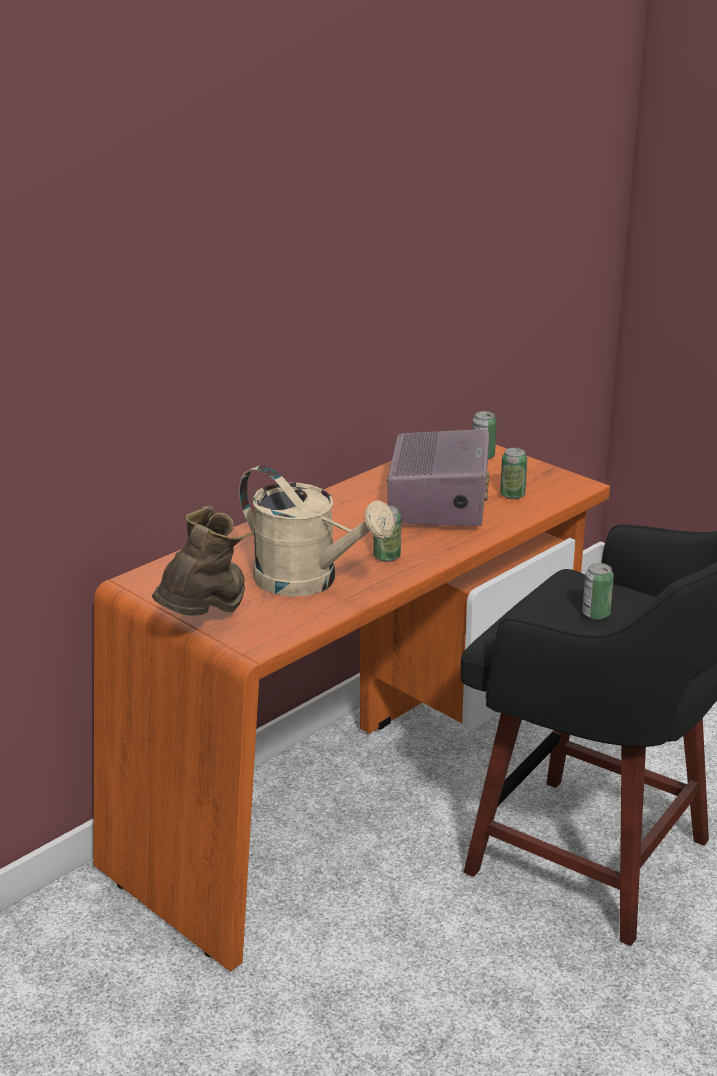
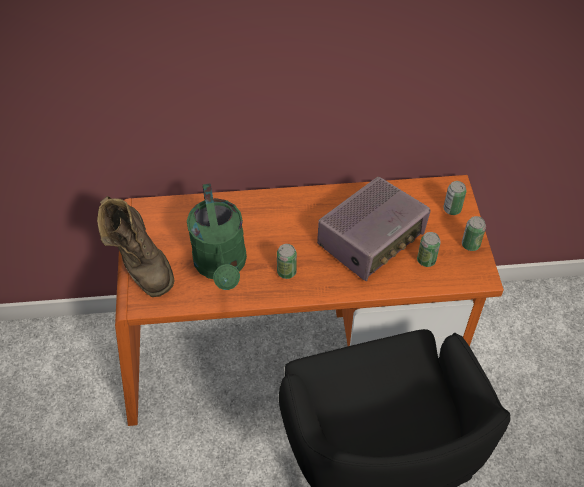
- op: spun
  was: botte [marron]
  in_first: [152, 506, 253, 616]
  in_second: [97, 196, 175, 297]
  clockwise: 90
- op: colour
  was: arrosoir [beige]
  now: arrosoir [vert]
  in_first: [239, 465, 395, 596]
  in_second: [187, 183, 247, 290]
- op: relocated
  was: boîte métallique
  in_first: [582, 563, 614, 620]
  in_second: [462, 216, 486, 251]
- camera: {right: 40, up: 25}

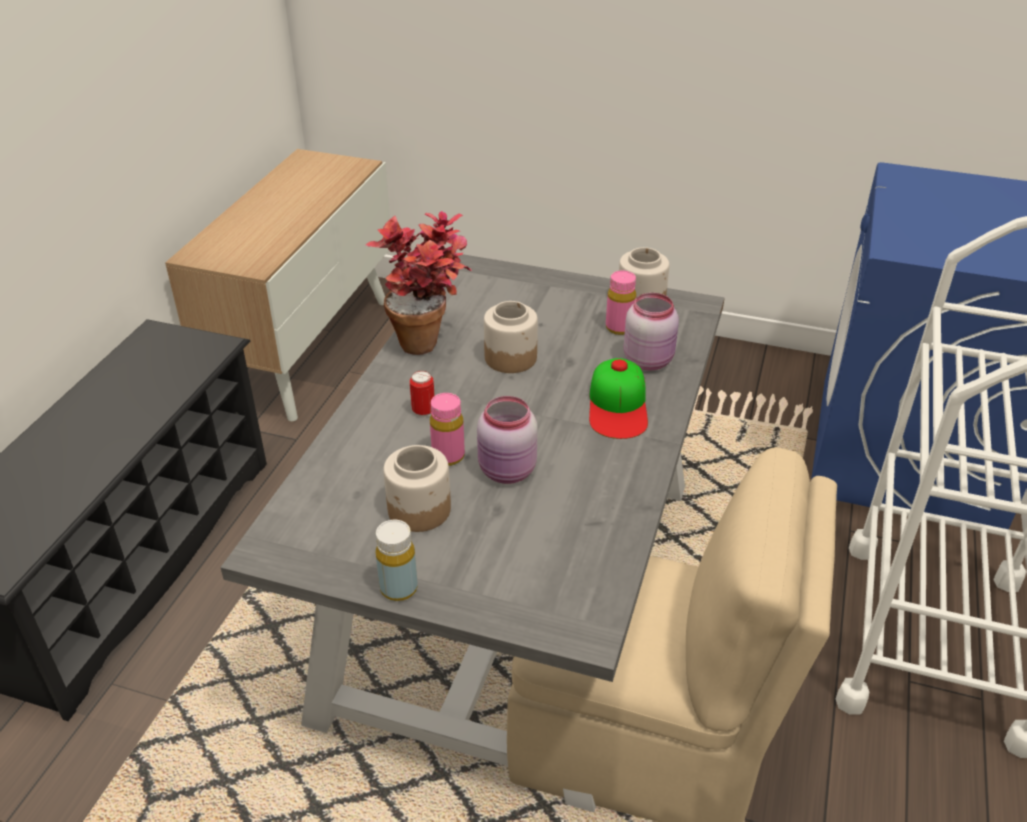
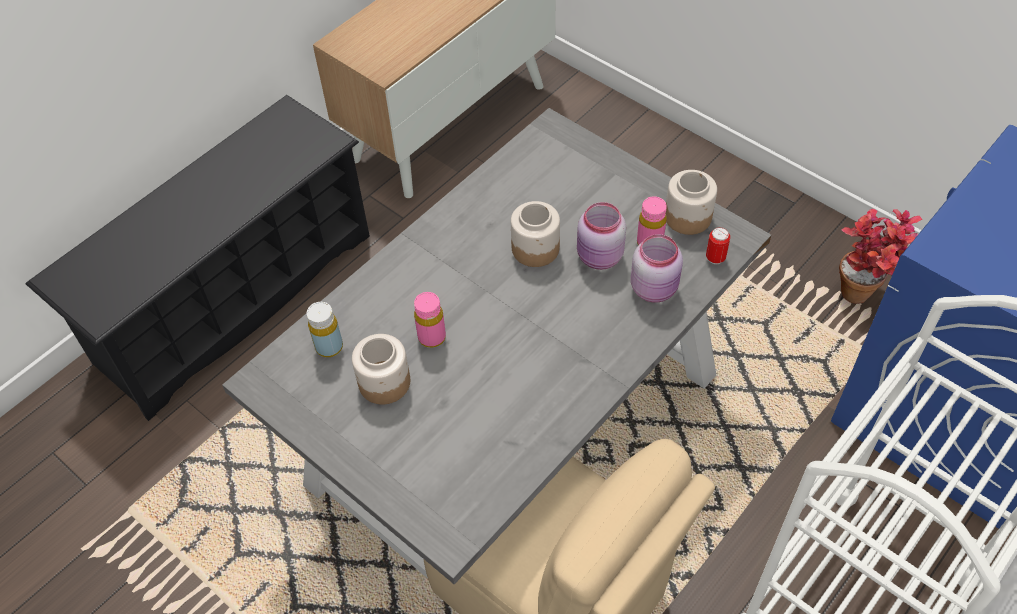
- op: relocated
  was: bouteille [jaune]
  in_first: [376, 520, 418, 601]
  in_second: [307, 302, 343, 357]
- op: relocated
  was: bocal [rose]
  in_first: [477, 396, 537, 484]
  in_second: [577, 202, 626, 270]
- op: relocated
  was: boîte métallique
  in_first: [410, 371, 435, 417]
  in_second: [706, 227, 730, 264]
- op: relocated
  was: plante en pot
  in_first: [366, 211, 472, 355]
  in_second: [839, 209, 922, 304]
- op: missing
  was: casquette
  in_first: [589, 358, 648, 439]
- camera: {right: 25, up: 15}

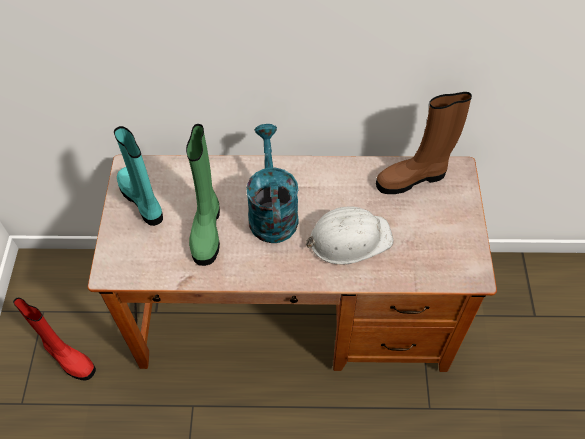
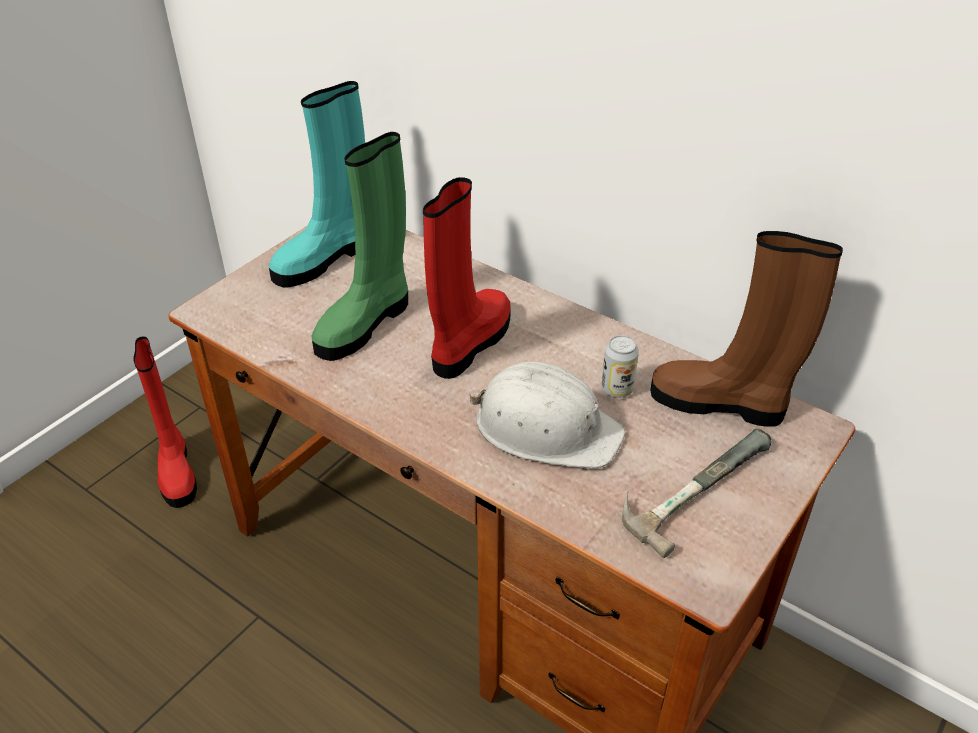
- op: spun
  was: botte [turquoise]
  in_first: [114, 126, 163, 226]
  in_second: [269, 81, 365, 288]
  clockwise: -135
- op: exchanged
  was: arrosoir [turquoise]
  now: botte [rouge]
  in_first: [246, 124, 299, 243]
  in_second: [423, 177, 511, 379]
- op: appeared
  now: boîte métallique
  in_second: [601, 335, 639, 398]
- op: appeared
  now: marteau
  in_second: [622, 429, 771, 558]
- camera: {right: 35, up: -15}

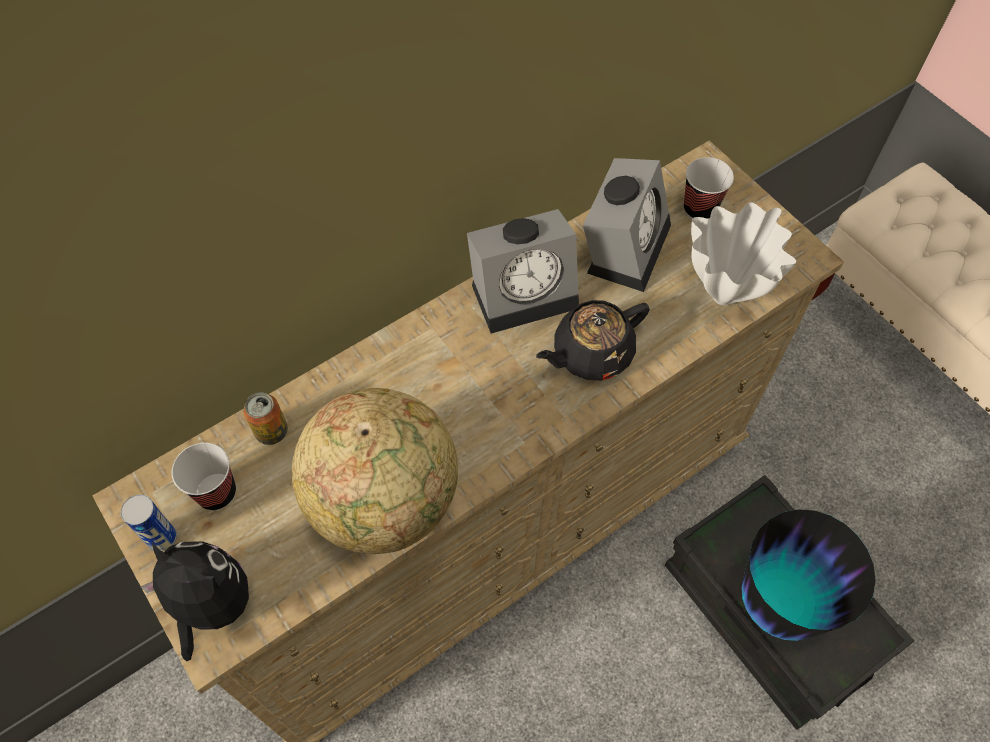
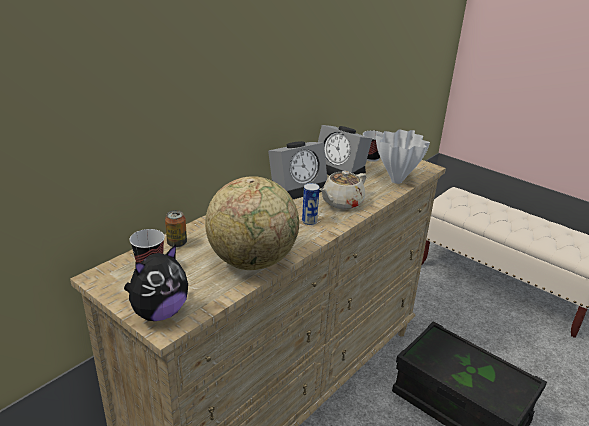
- op: spun
  was: peluche
  in_first: [140, 541, 249, 661]
  in_second: [124, 244, 188, 321]
  clockwise: 120
- op: relocated
  was: boîte métallique
  in_first: [121, 495, 177, 552]
  in_second: [302, 183, 320, 225]
- op: spun
  was: réveil
  in_first: [583, 158, 671, 292]
  in_second: [318, 125, 372, 175]
  clockwise: 120
- op: colour
  was: théière [noir]
  now: théière [beige]
  in_first: [536, 300, 650, 381]
  in_second: [319, 171, 366, 209]
- op: missing
  was: vase
  in_first: [742, 509, 876, 641]
- camera: {right: -15, up: -30}

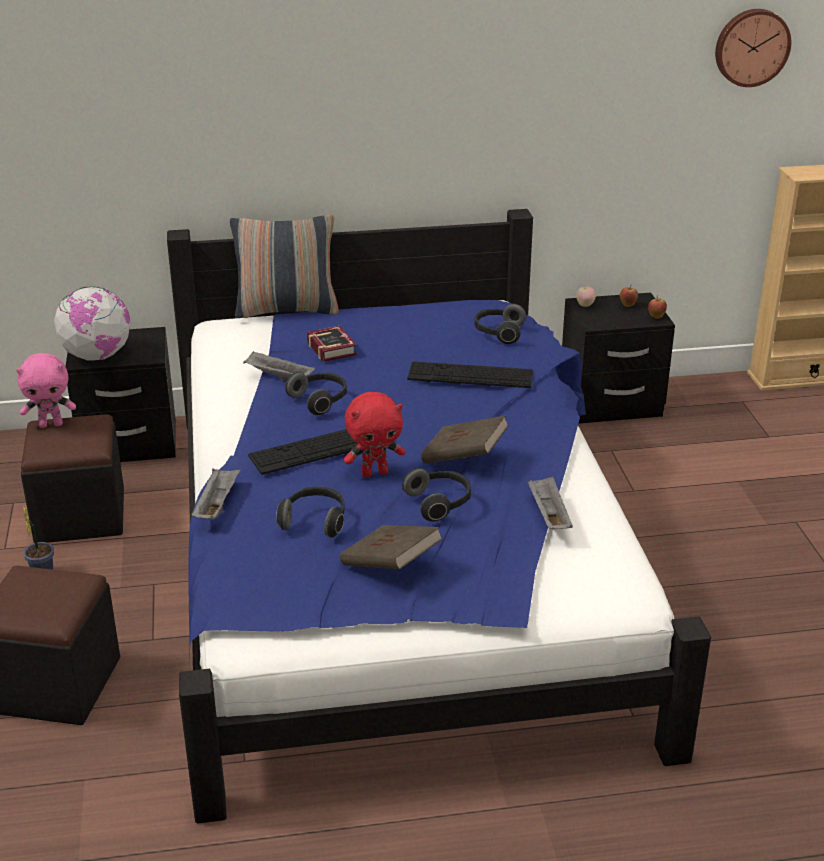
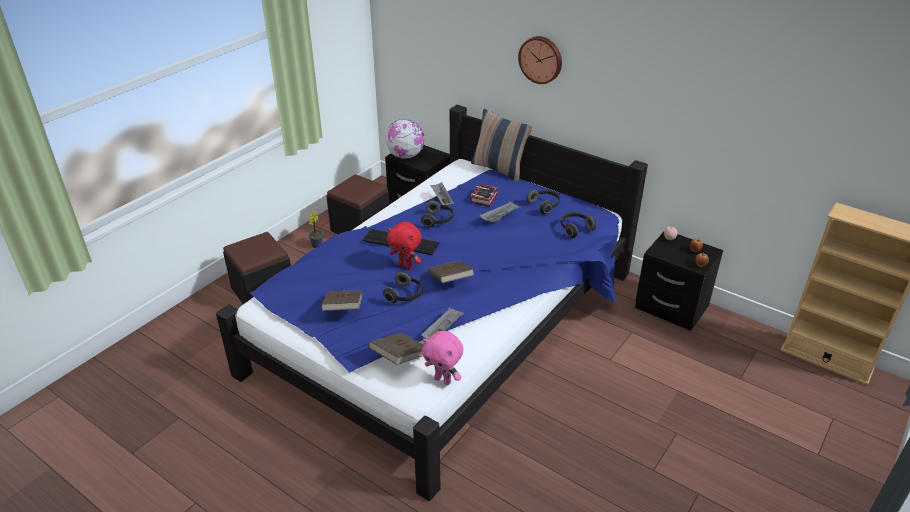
- op: appeared
  now: livre [marron]
  in_second: [368, 333, 424, 365]
- op: relocated
  was: peluche [rose]
  in_first: [16, 353, 76, 428]
  in_second: [422, 331, 463, 385]
- op: relocated
  was: plateau [gris]
  in_first: [191, 469, 240, 519]
  in_second: [480, 201, 521, 222]
- op: relocated
  was: horloge murale
  in_first: [715, 9, 791, 87]
  in_second: [518, 36, 562, 84]
- op: relocated
  was: casque audio
  in_first: [276, 487, 345, 538]
  in_second: [526, 189, 560, 214]
- op: missing
  was: clavier
  in_first: [407, 362, 533, 388]
- camera: {right: 45, up: 5}

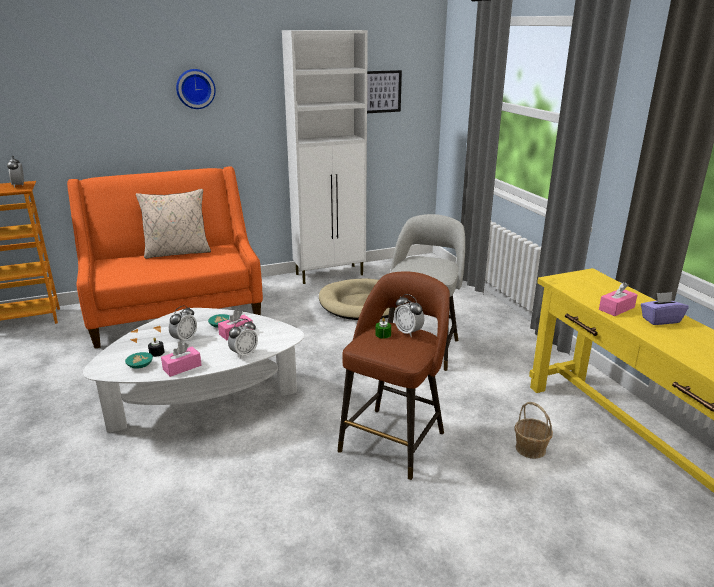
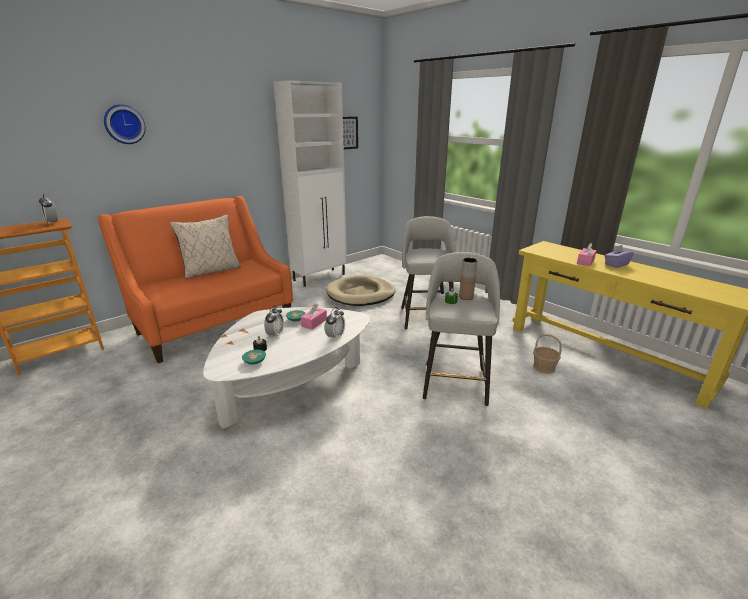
- op: relocated
  was: horloge murale
  in_first: [176, 69, 216, 109]
  in_second: [104, 104, 146, 144]
- op: colour
  was: tabouret [marron]
  now: tabouret [gris]
  in_first: [338, 271, 450, 480]
  in_second: [423, 252, 500, 406]
- op: exchanged
  was: réveil
  now: vase [marron]
  in_first: [394, 294, 424, 337]
  in_second: [459, 258, 478, 300]
- op: missing
  was: boîte à mouchoirs [rose]
  in_first: [161, 343, 201, 377]
- camera: {right: -20, up: 0}

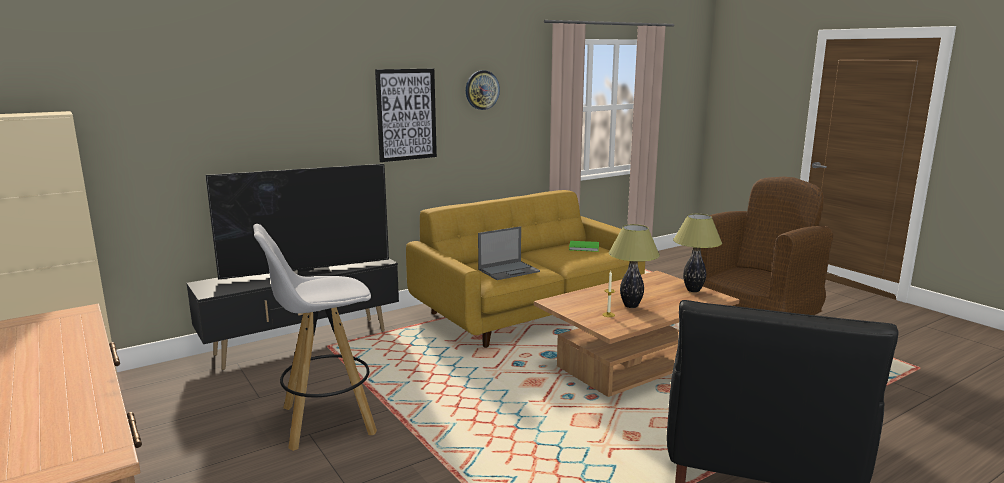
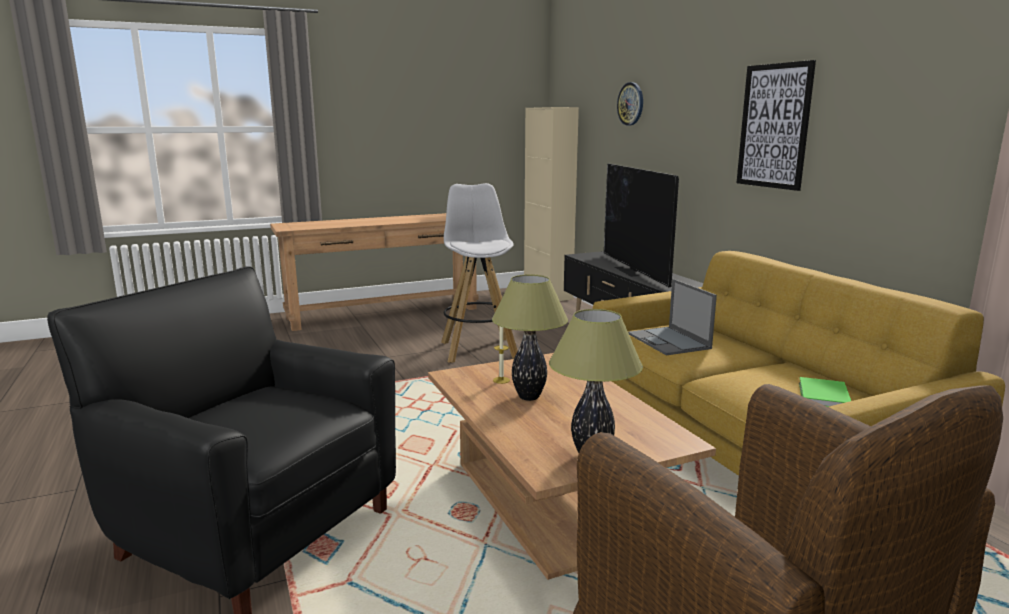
- op: relocated
  was: horloge murale
  in_first: [466, 70, 500, 110]
  in_second: [617, 82, 643, 126]
- camera: {right: 100, up: 0}

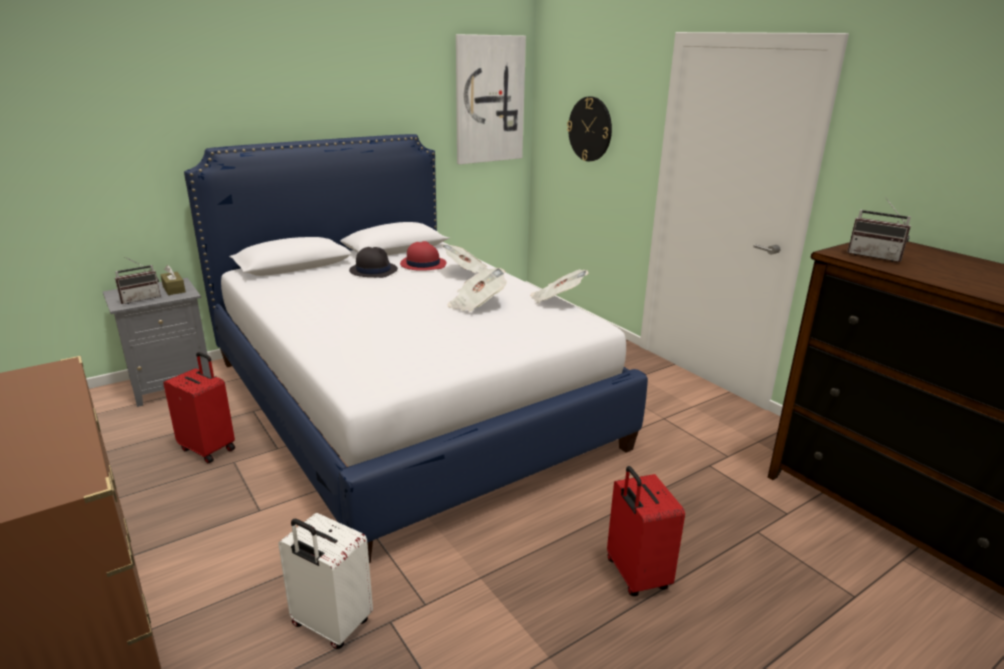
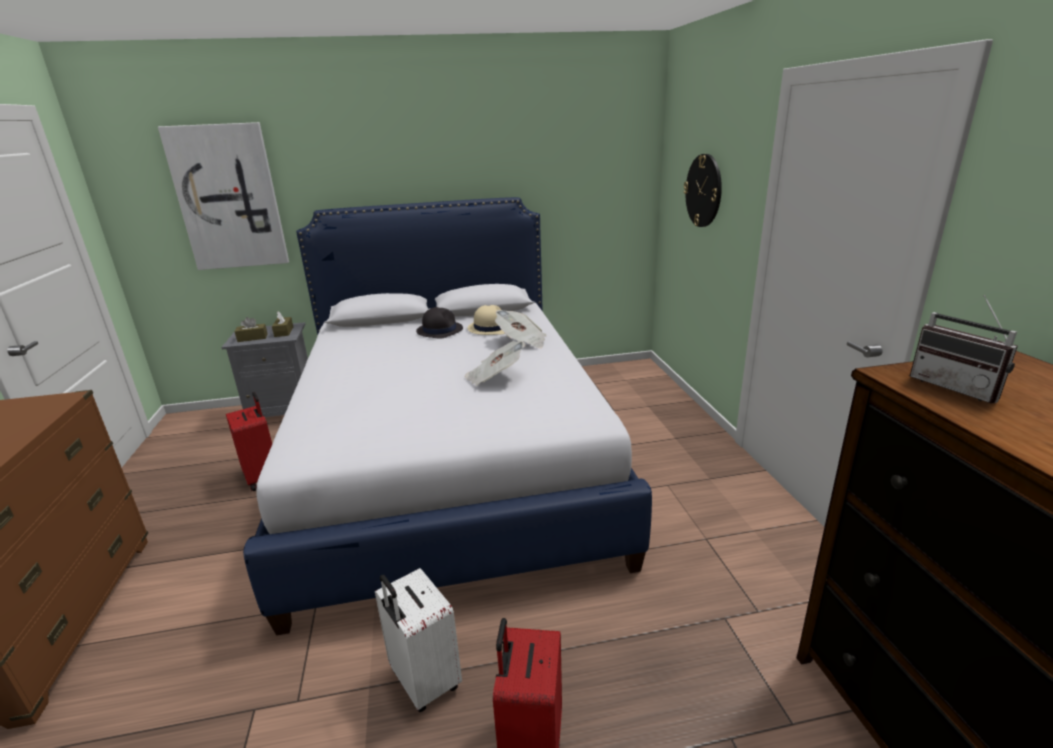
- op: relocated
  was: tableau
  in_first: [456, 34, 526, 164]
  in_second: [158, 122, 289, 270]
- op: exchanged
  was: radio
  now: boîte à mouchoirs [marron]
  in_first: [115, 257, 161, 304]
  in_second: [235, 317, 268, 342]
- op: relocated
  was: valise [blanc]
  in_first: [278, 513, 373, 649]
  in_second: [375, 568, 462, 712]
- op: colour
  was: chapeau [rouge]
  now: chapeau [beige]
  in_first: [400, 241, 447, 271]
  in_second: [467, 305, 505, 335]
- op: missing
  was: journal
  in_first: [530, 269, 588, 303]
- camera: {right: 25, up: 0}

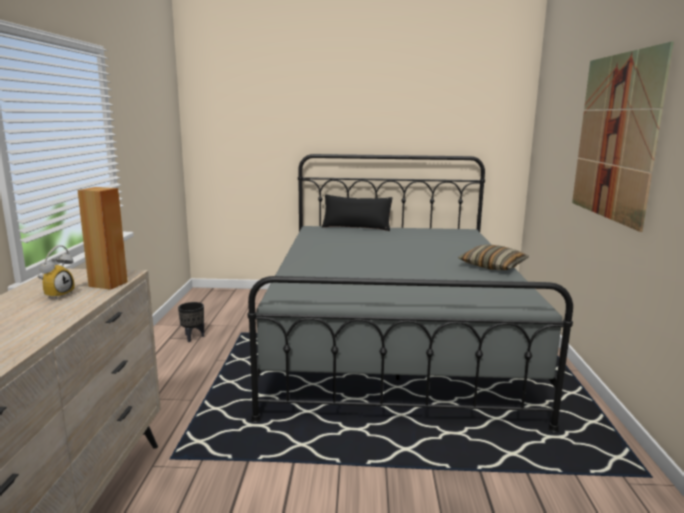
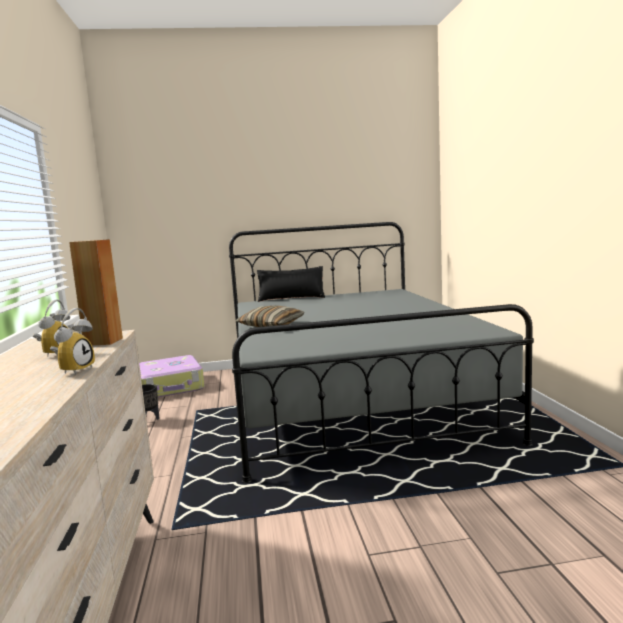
- op: appeared
  now: réveil
  in_second: [50, 308, 95, 375]
- op: appeared
  now: valise
  in_second: [139, 355, 205, 398]
- op: relocated
  was: coussin
  in_first: [458, 244, 529, 270]
  in_second: [235, 305, 305, 327]
- op: missing
  was: tableau
  in_first: [572, 42, 674, 232]
- camera: {right: -10, up: -5}

